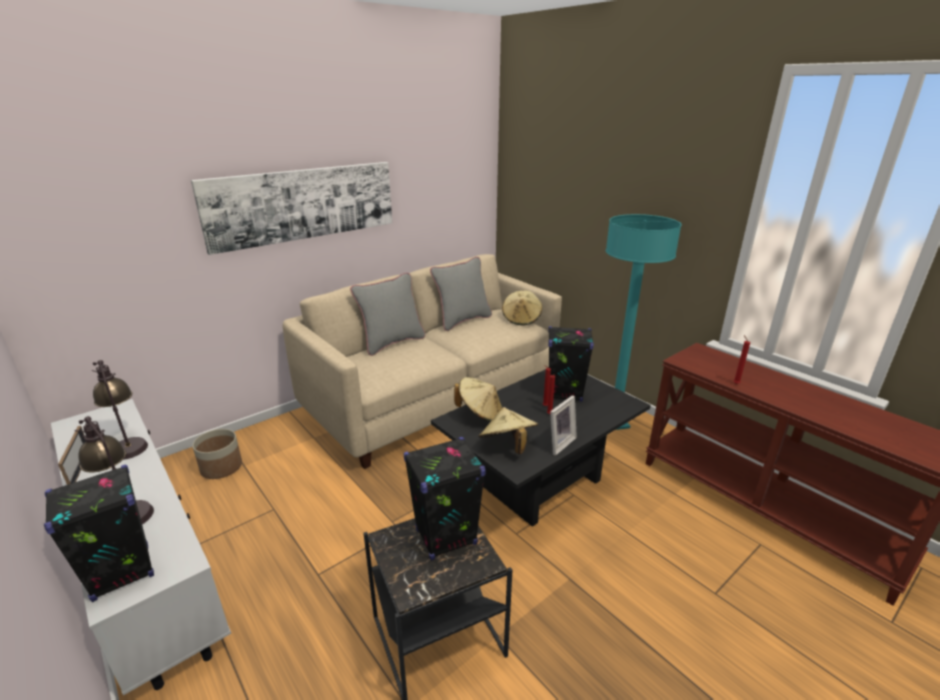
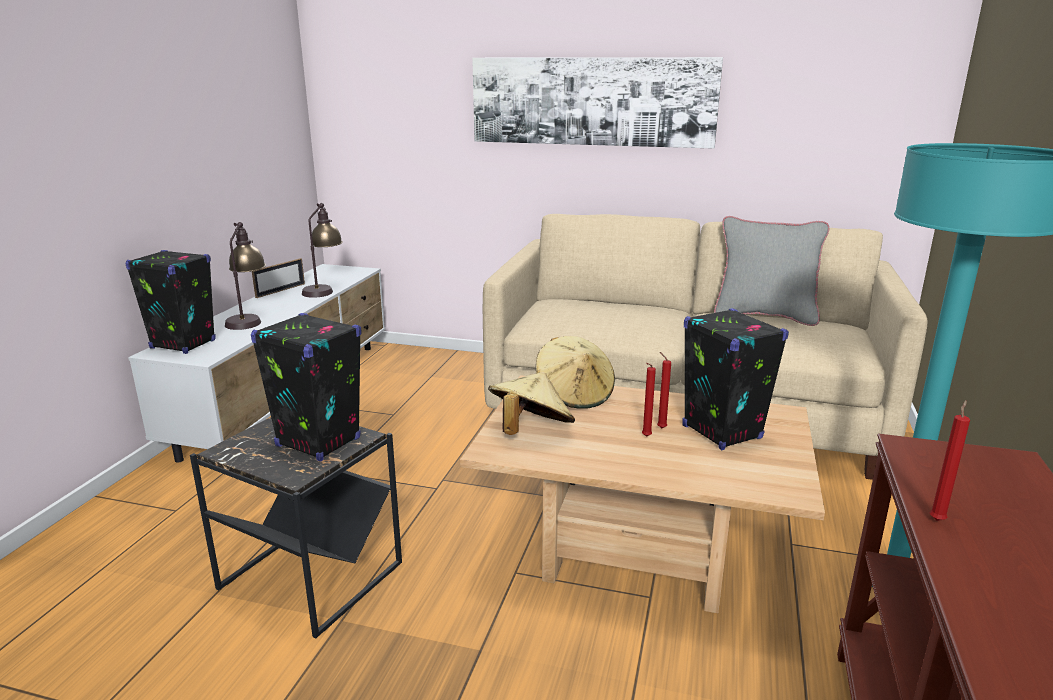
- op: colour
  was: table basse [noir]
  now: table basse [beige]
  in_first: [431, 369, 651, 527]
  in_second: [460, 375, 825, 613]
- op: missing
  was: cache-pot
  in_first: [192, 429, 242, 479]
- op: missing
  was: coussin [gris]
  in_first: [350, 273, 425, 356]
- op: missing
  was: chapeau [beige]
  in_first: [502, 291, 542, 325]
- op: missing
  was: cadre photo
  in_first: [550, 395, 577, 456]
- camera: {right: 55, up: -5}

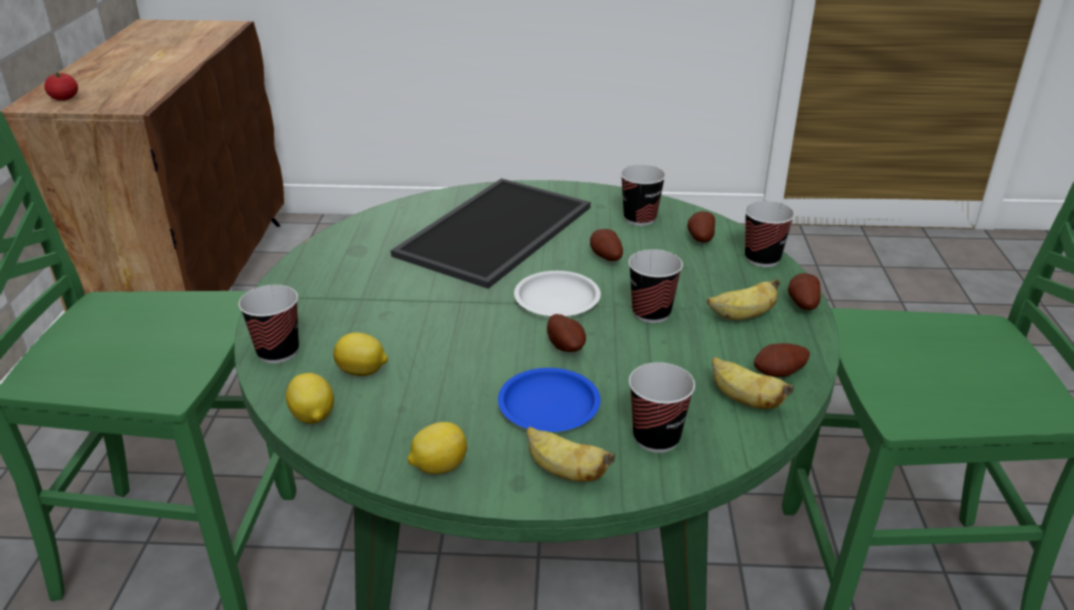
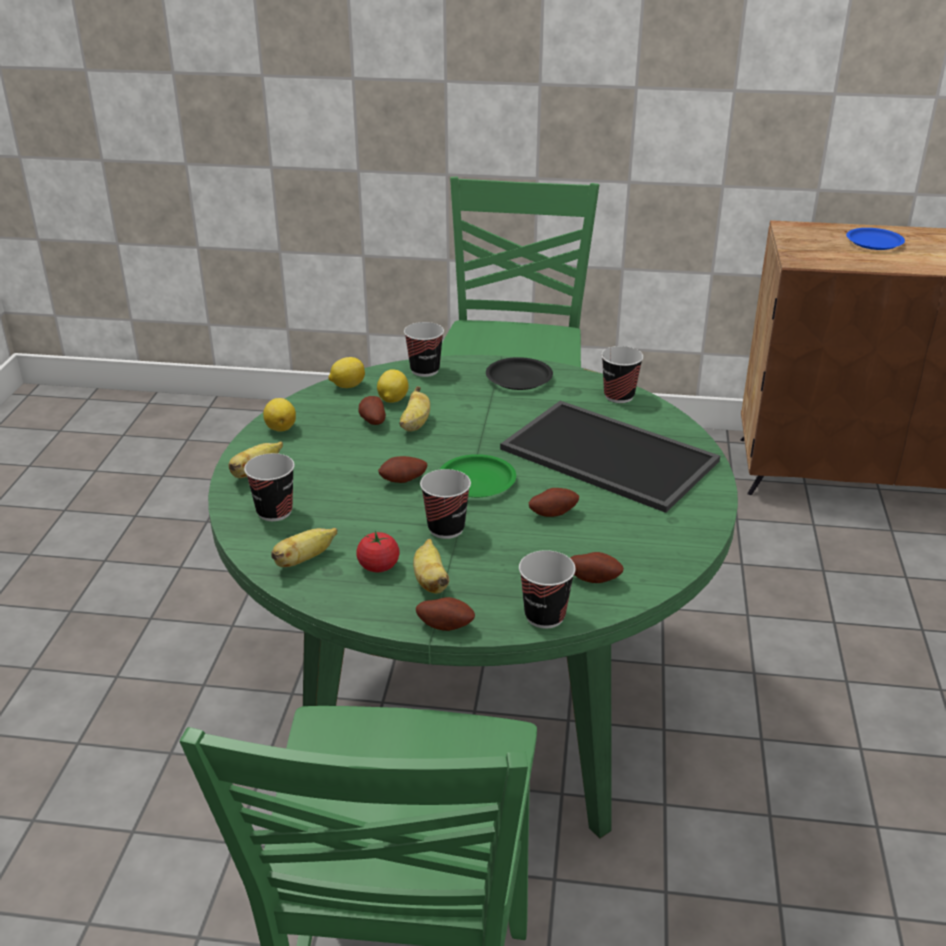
- op: relocated
  was: tomate
  in_first: [44, 72, 78, 101]
  in_second: [356, 530, 400, 572]
- op: relocated
  was: pomme de terre
  in_first: [754, 343, 810, 377]
  in_second: [358, 396, 386, 425]
- op: appeared
  now: banane
  in_second: [399, 386, 430, 432]
- op: colour
  was: assiette [blanc]
  now: assiette [vert]
  in_first: [514, 271, 601, 317]
  in_second: [439, 454, 516, 497]
- op: appeared
  now: assiette [noir]
  in_second: [486, 357, 553, 390]
- op: relocated
  was: tasse
  in_first: [620, 164, 666, 226]
  in_second: [601, 346, 643, 403]
- op: relocated
  was: assiette [bleu]
  in_first: [498, 368, 601, 432]
  in_second: [846, 228, 905, 250]
- camera: {right: 95, up: 0}

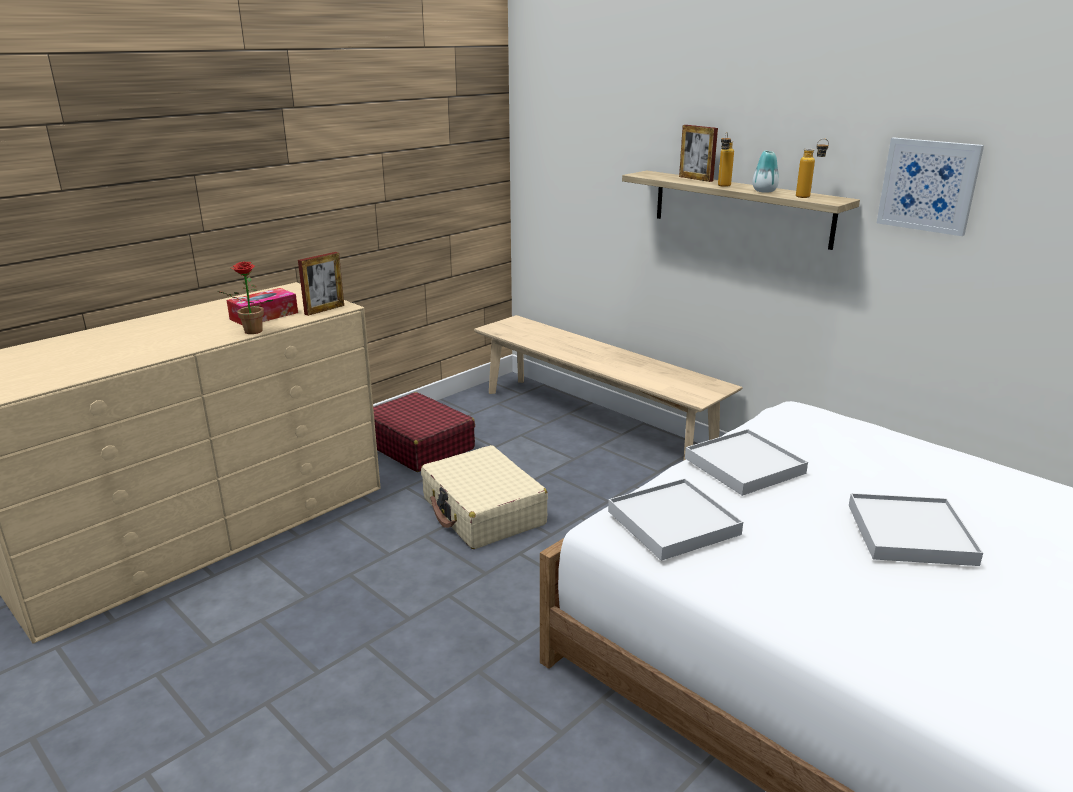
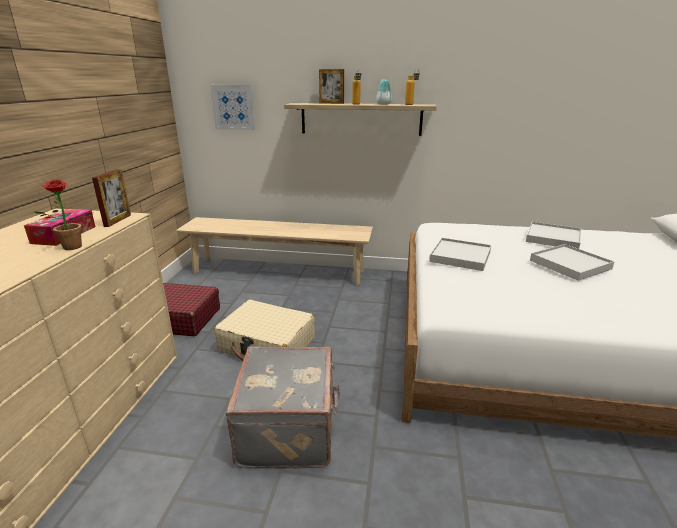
- op: relocated
  was: tableau
  in_first: [877, 138, 984, 236]
  in_second: [211, 85, 256, 130]
- op: appeared
  now: valise [gris]
  in_second: [226, 346, 340, 468]
- op: relocated
  was: plateau [blanc]
  in_first: [608, 478, 743, 561]
  in_second: [526, 222, 581, 249]
- camera: {right: -35, up: 0}

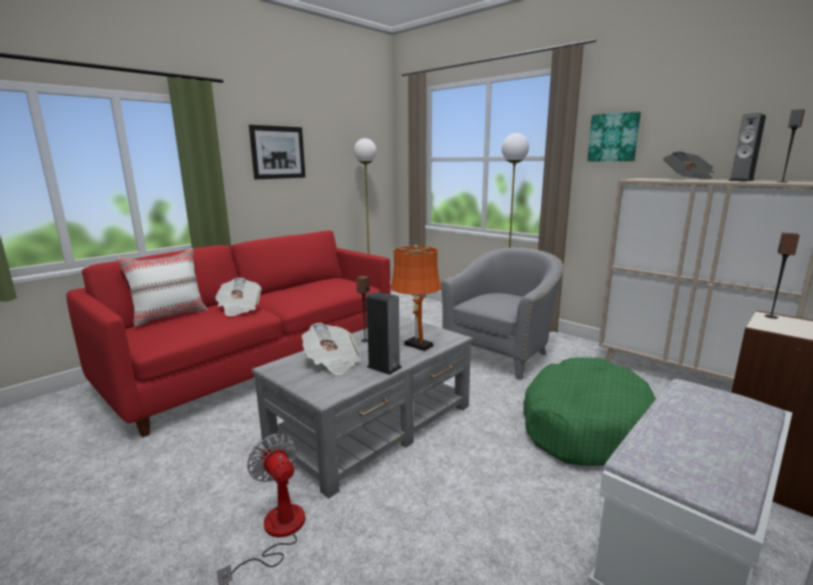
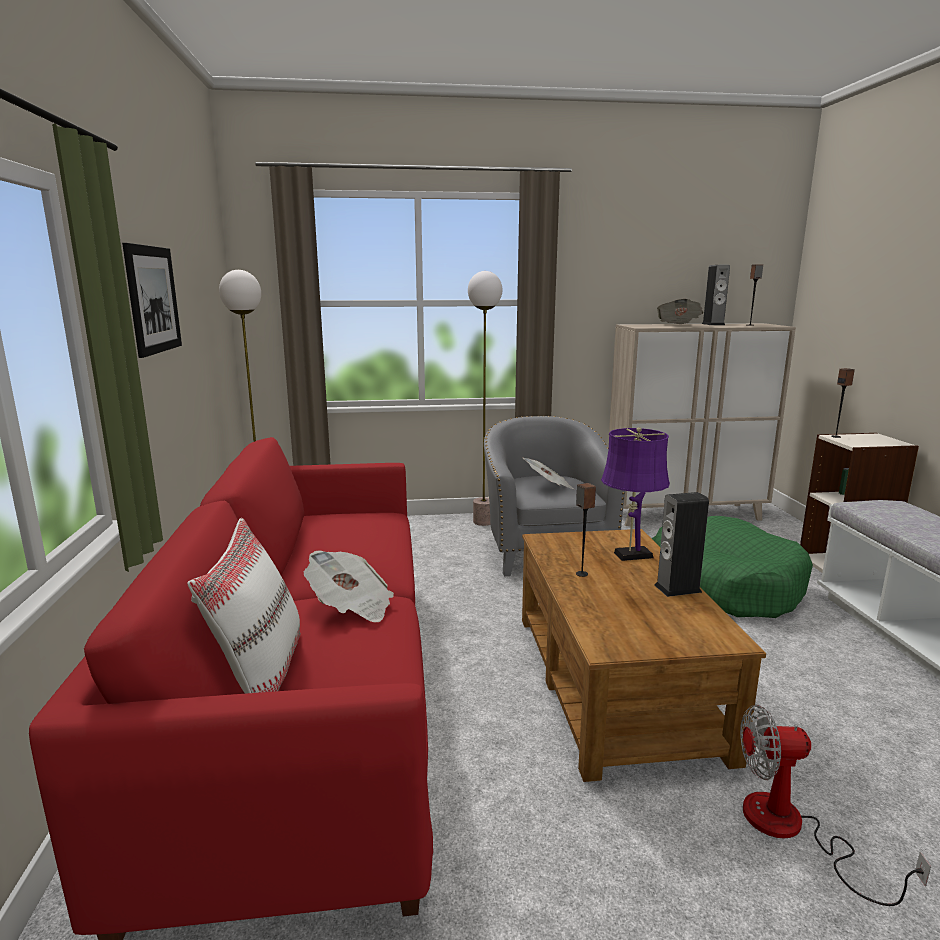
- op: colour
  was: table basse [gris]
  now: table basse [marron]
  in_first: [251, 316, 473, 499]
  in_second: [522, 529, 766, 782]
- op: relocated
  was: journal
  in_first: [302, 323, 361, 375]
  in_second: [523, 458, 574, 489]
- op: colour
  was: lampe de table [orange]
  now: lampe de table [violet]
  in_first: [390, 245, 441, 351]
  in_second: [601, 427, 670, 561]
- op: missing
  was: tableau
  in_first: [587, 112, 641, 161]
- camera: {right: -50, up: 0}

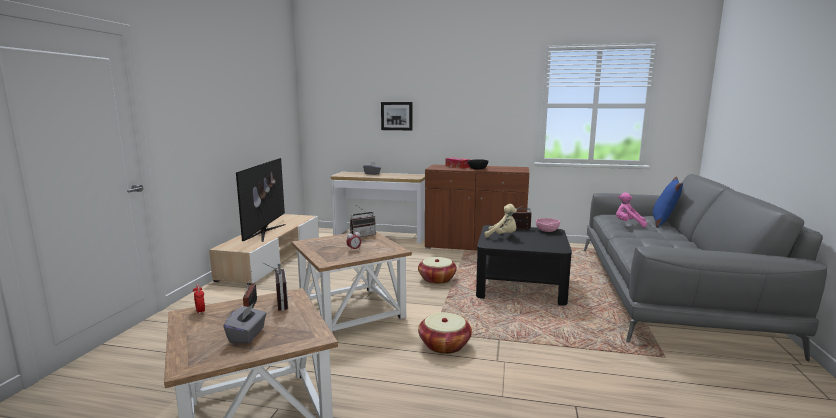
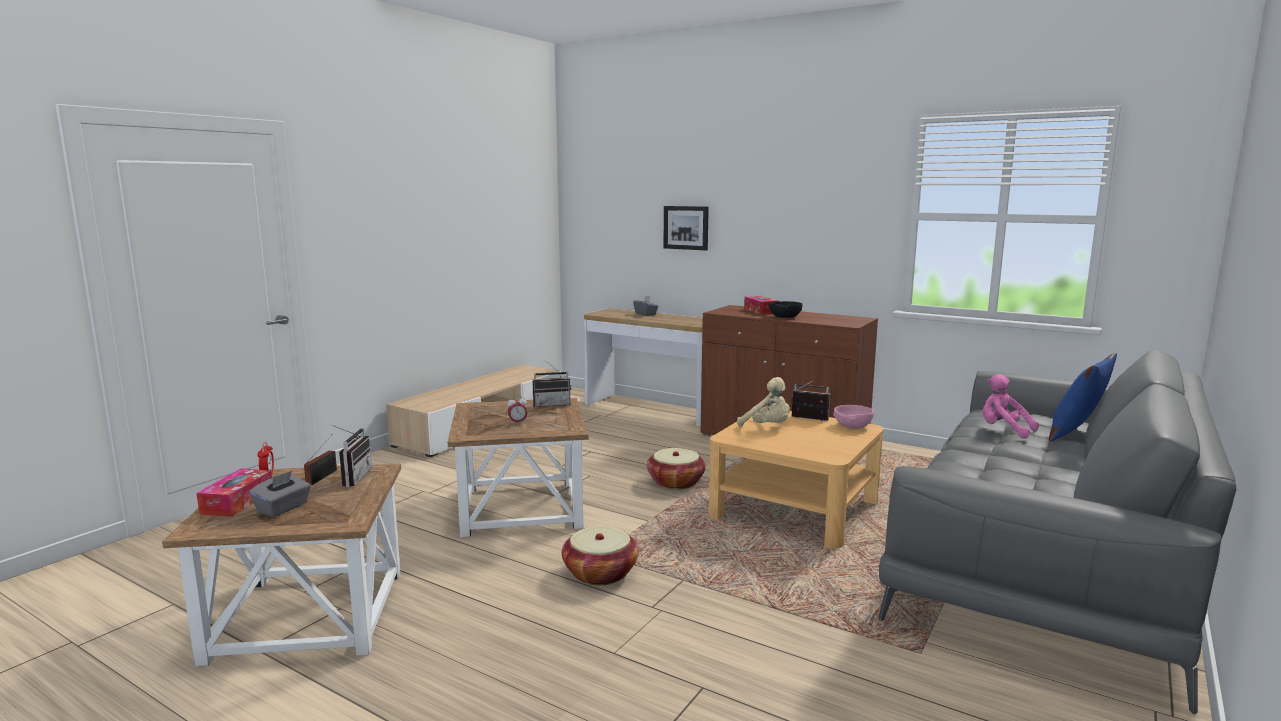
- op: appeared
  now: boîte à mouchoirs
  in_second: [196, 469, 272, 517]
- op: colour
  was: table basse [noir]
  now: table basse [beige]
  in_first: [476, 225, 572, 306]
  in_second: [709, 411, 884, 549]
- op: missing
  was: téléviseur
  in_first: [236, 158, 286, 242]
- camera: {right: 20, up: 0}

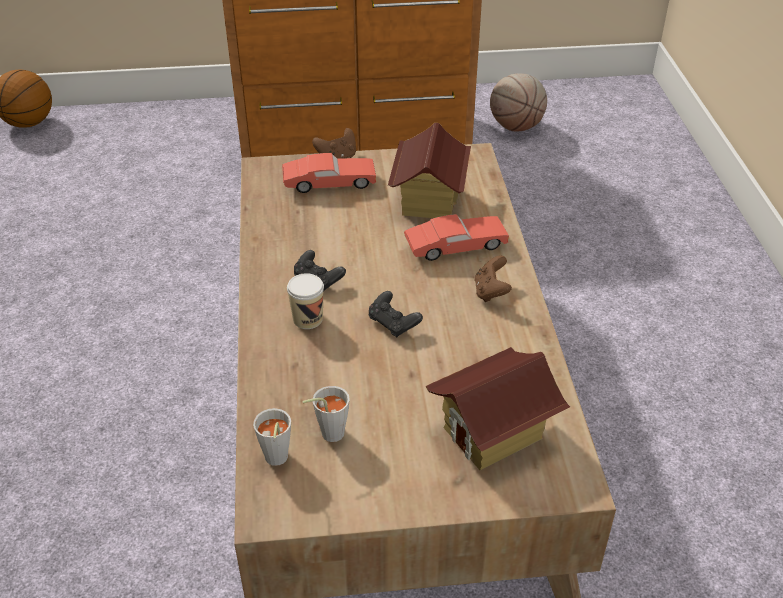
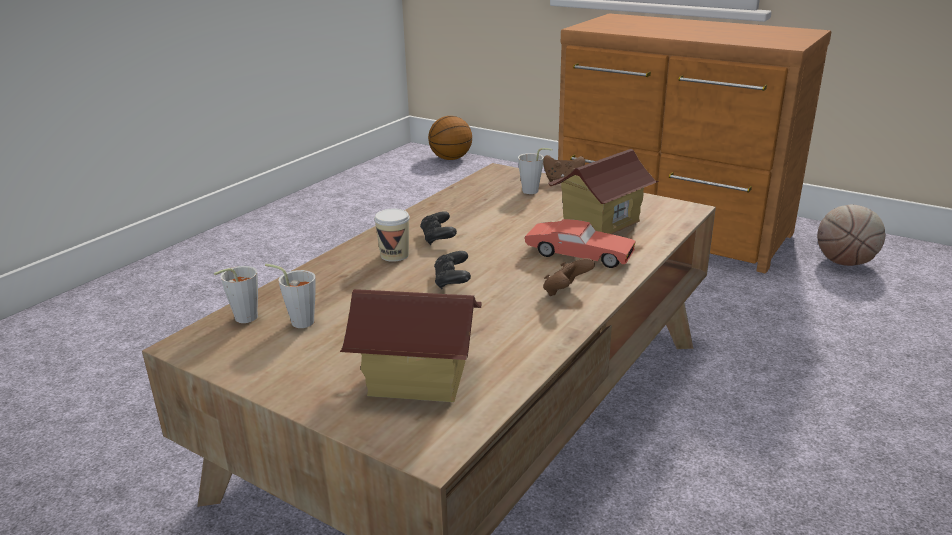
- op: exchanged
  was: petite voiture [rouge]
  now: tasse [gris]
  in_first: [282, 153, 376, 193]
  in_second: [518, 148, 553, 194]
- camera: {right: 40, up: -15}

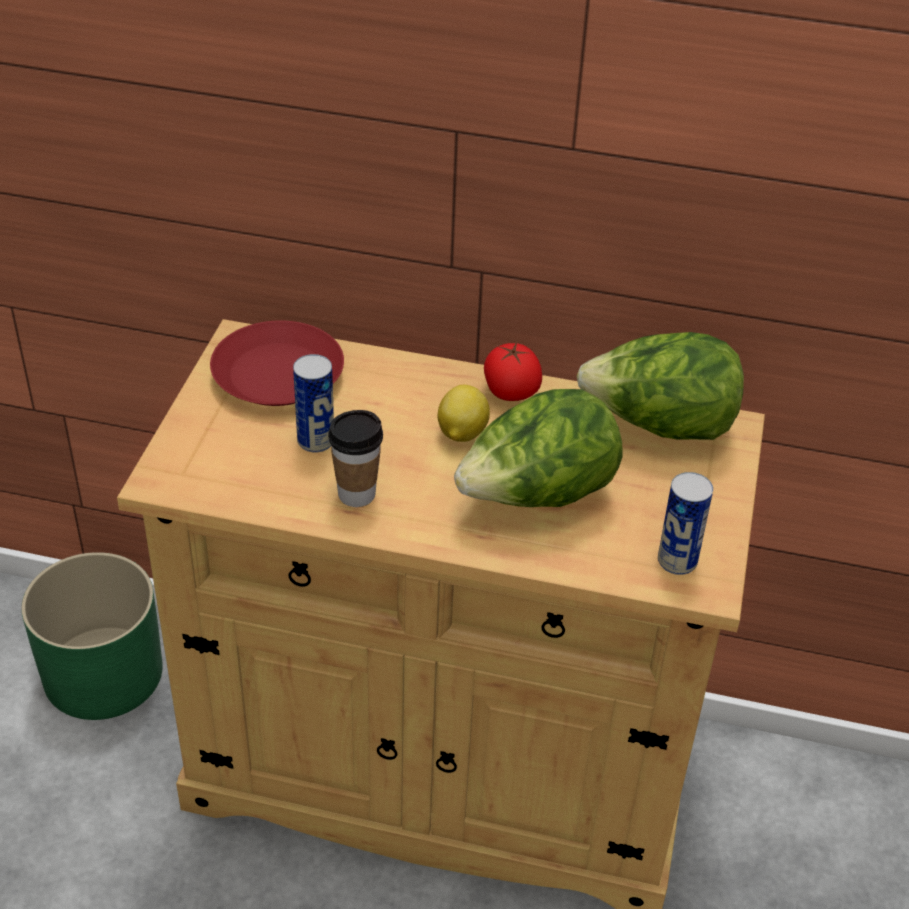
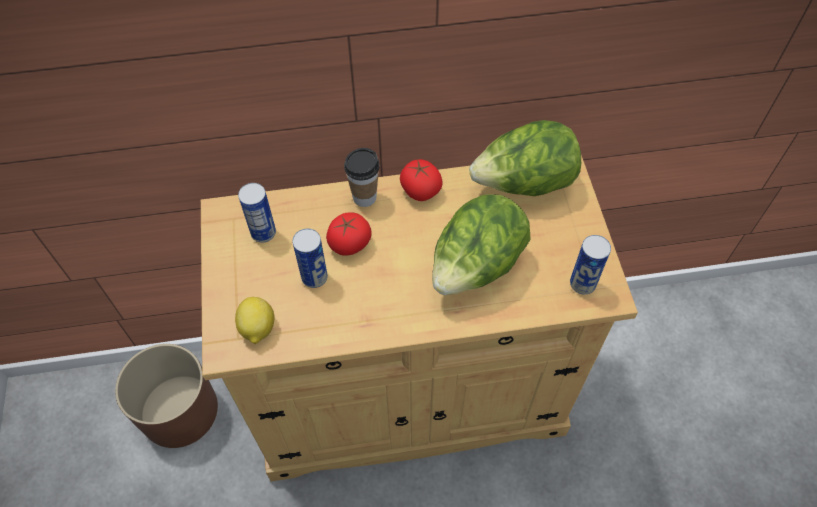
- op: colour
  was: cache-pot [vert]
  now: cache-pot [marron]
  in_first: [21, 552, 163, 720]
  in_second: [115, 344, 218, 448]
- op: relocated
  was: citron
  in_first: [437, 385, 490, 442]
  in_second: [235, 297, 275, 344]
- op: exchanged
  was: assiette [rouge]
  now: boîte métallique
  in_first: [210, 320, 344, 406]
  in_second: [238, 183, 276, 243]
- op: appeared
  now: tomate
  in_second: [326, 212, 372, 256]
- op: relocated
  was: tasse
  in_first: [328, 410, 383, 507]
  in_second: [344, 148, 379, 207]
- camera: {right: -20, up: 15}

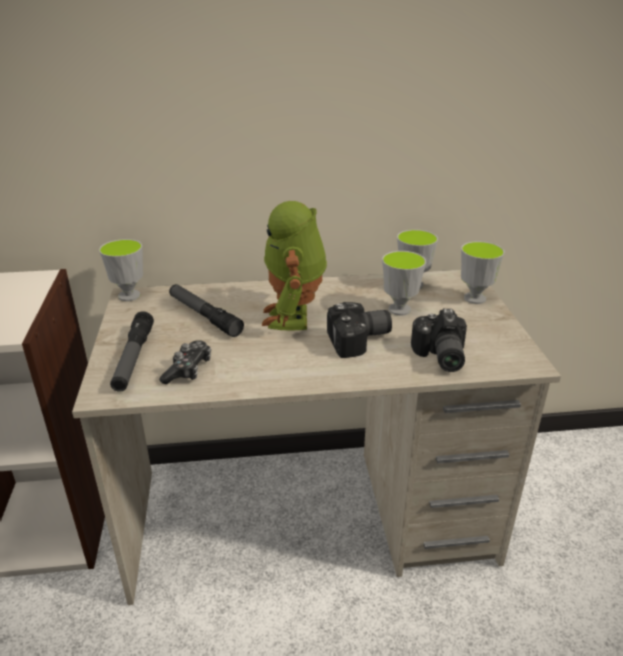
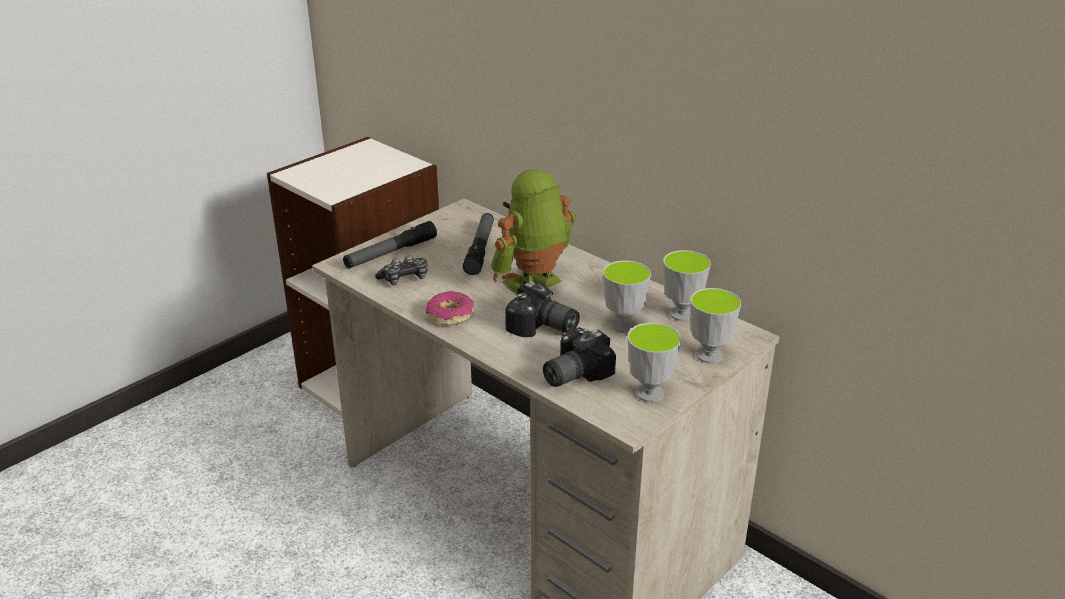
- op: appeared
  now: beignet
  in_second: [426, 291, 474, 326]
- op: relocated
  was: tasse
  in_first: [99, 239, 143, 301]
  in_second: [627, 323, 681, 402]
- camera: {right: 50, up: 0}

